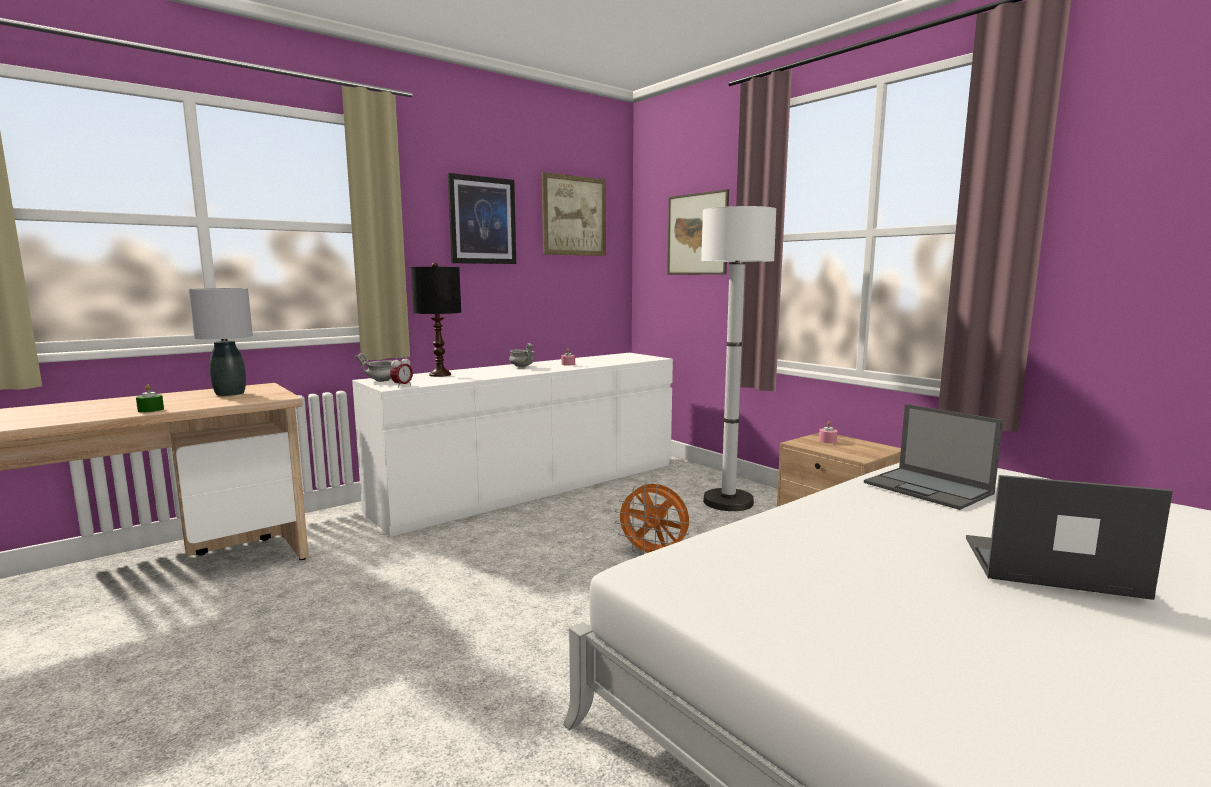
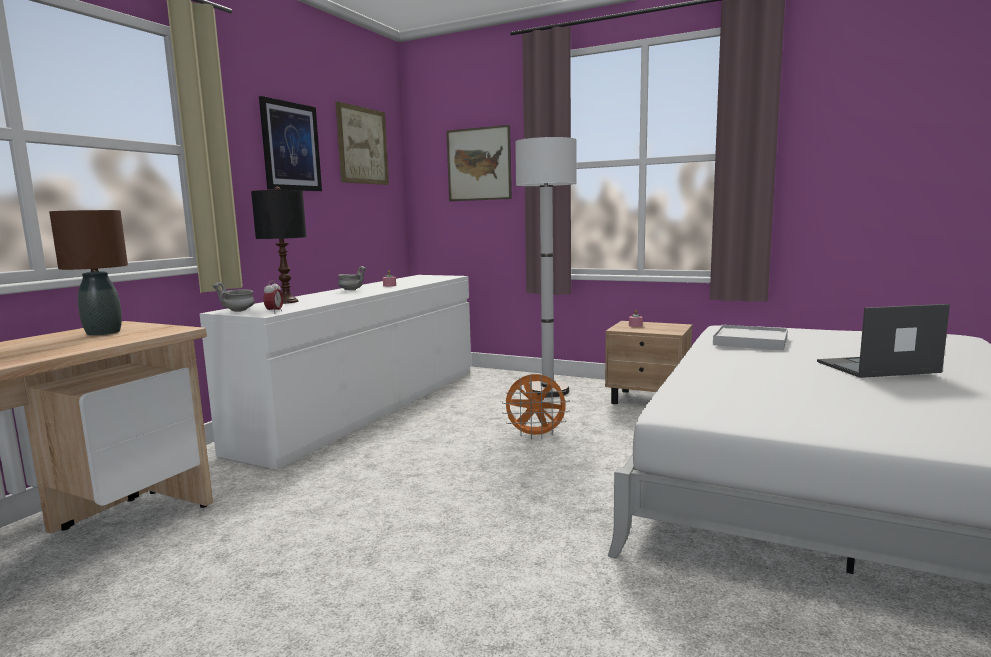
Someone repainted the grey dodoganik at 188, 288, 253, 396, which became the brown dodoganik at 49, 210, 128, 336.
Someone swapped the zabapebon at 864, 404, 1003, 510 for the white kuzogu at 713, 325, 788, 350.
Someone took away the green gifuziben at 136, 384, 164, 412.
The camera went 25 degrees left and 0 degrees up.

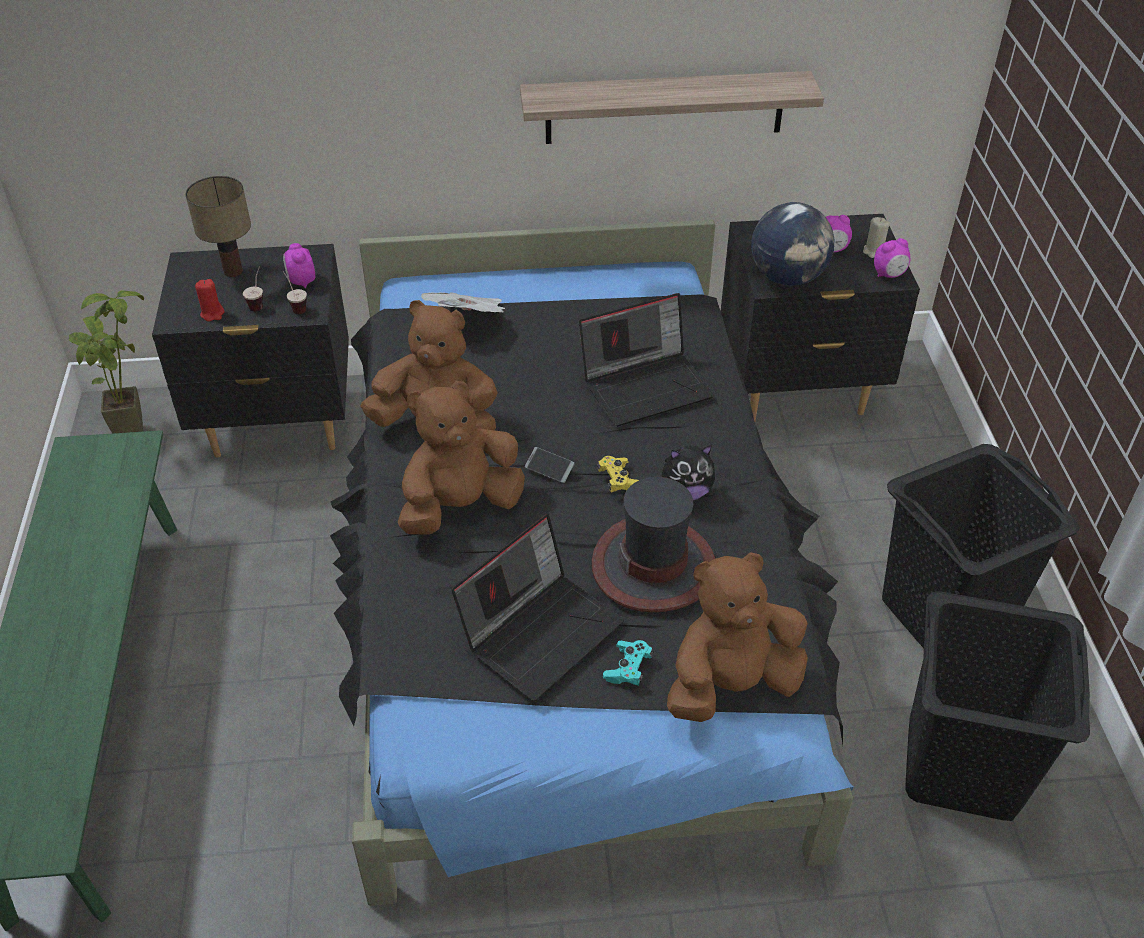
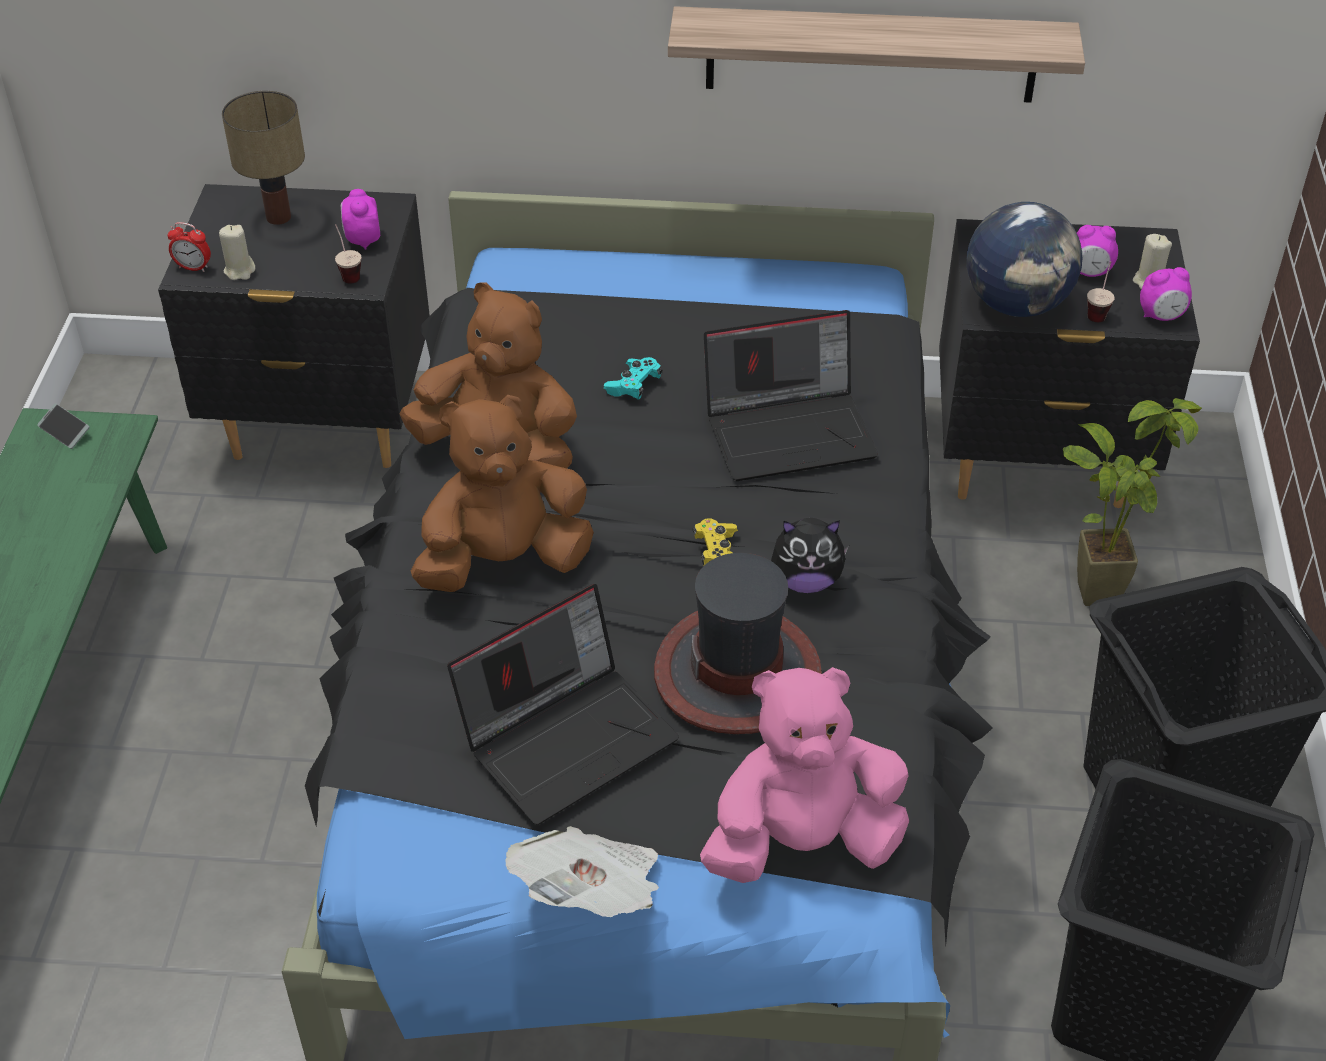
Someone carried the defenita from 525, 447, 575, 483 to 37, 404, 90, 449.
Someone put down the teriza at 168, 222, 211, 272.
Someone repainted the red gifuziben at 195, 279, 224, 321, which became the beige gifuziben at 219, 225, 255, 280.
Someone carried the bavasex from 421, 292, 505, 313 to 505, 826, 659, 917.
Someone carried the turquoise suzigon from 603, 640, 654, 686 to 604, 357, 663, 400.
Someone repainted the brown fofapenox at 667, 552, 808, 722, which became the pink fofapenox at 700, 667, 909, 883.
Someone carried the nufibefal from 69, 290, 144, 434 to 1063, 398, 1202, 606.
Someone carried the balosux from 243, 266, 263, 312 to 1087, 261, 1115, 322.
The camera went 10 degrees right and 0 degrees up.

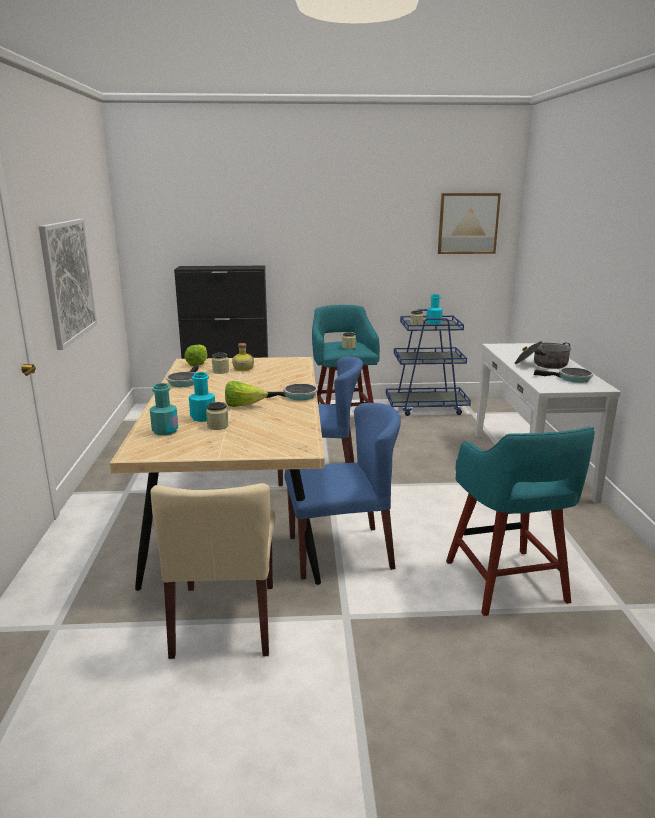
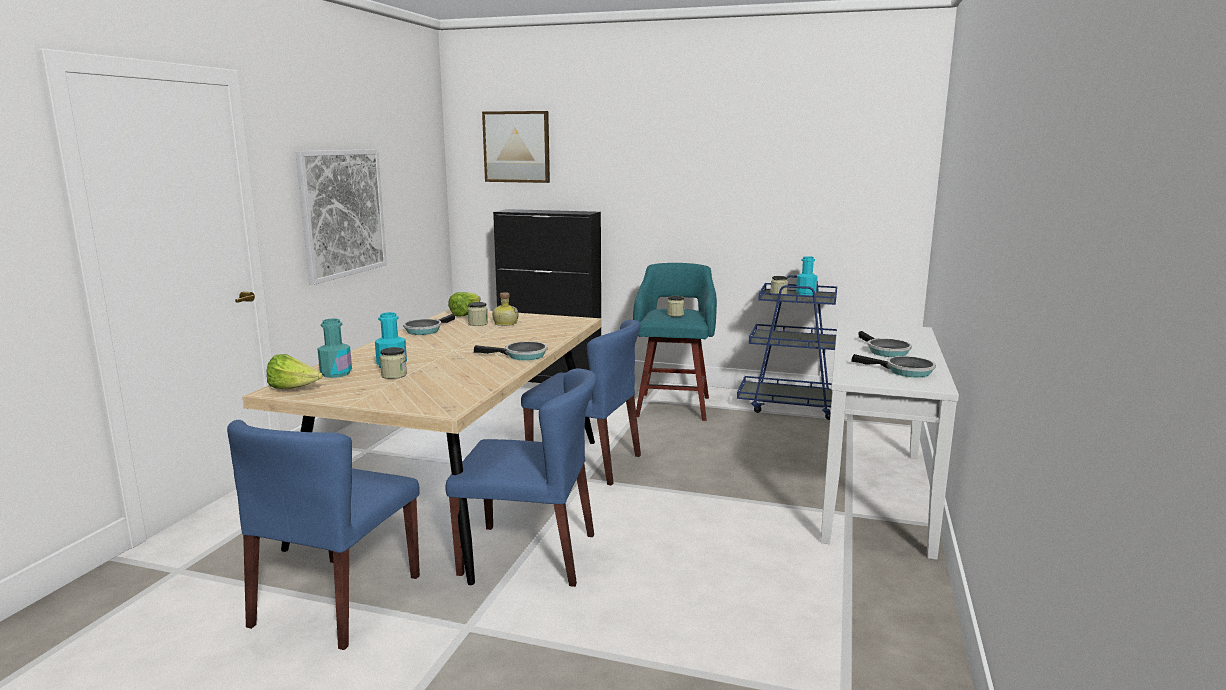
Someone repainted the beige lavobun at 150, 483, 275, 659, which became the blue lavobun at 227, 420, 420, 650.
Someone carried the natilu from 225, 381, 268, 407 to 267, 354, 322, 389.
Someone carried the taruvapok from 438, 193, 501, 254 to 482, 111, 550, 183.
Someone swapped the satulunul at 515, 341, 571, 369 for the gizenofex at 859, 331, 912, 357.
Someone took away the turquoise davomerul at 446, 427, 595, 616.
The camera went 20 degrees right and 5 degrees down.

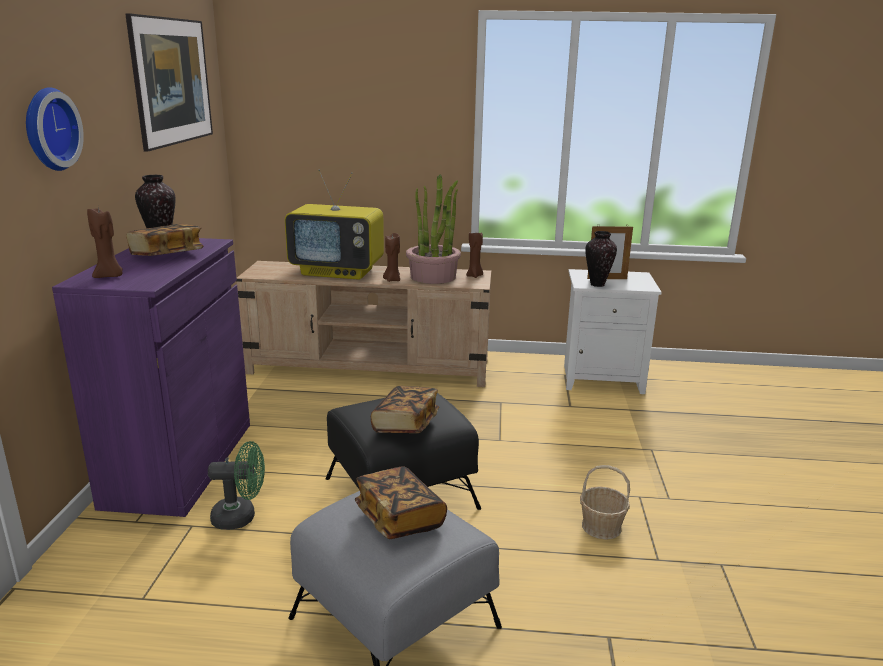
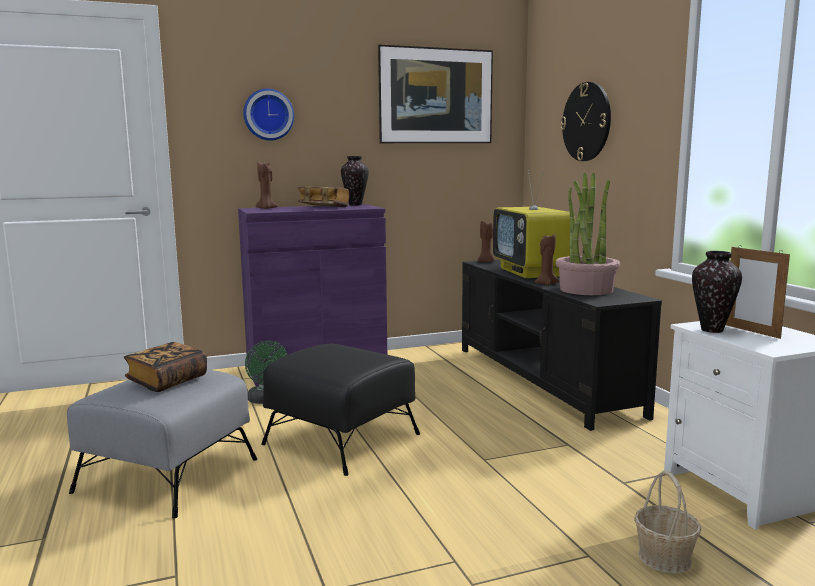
Someone repainted the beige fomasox at 237, 261, 491, 387, which became the black fomasox at 462, 259, 662, 431.
Someone carried the brown gifuziben from 466, 232, 483, 278 to 478, 221, 494, 262.
Someone put up the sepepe at 560, 82, 611, 161.
Someone carried the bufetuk from 580, 465, 630, 540 to 634, 471, 701, 574.
Someone took away the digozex at 371, 386, 439, 433.
The camera went 65 degrees right and 10 degrees down.

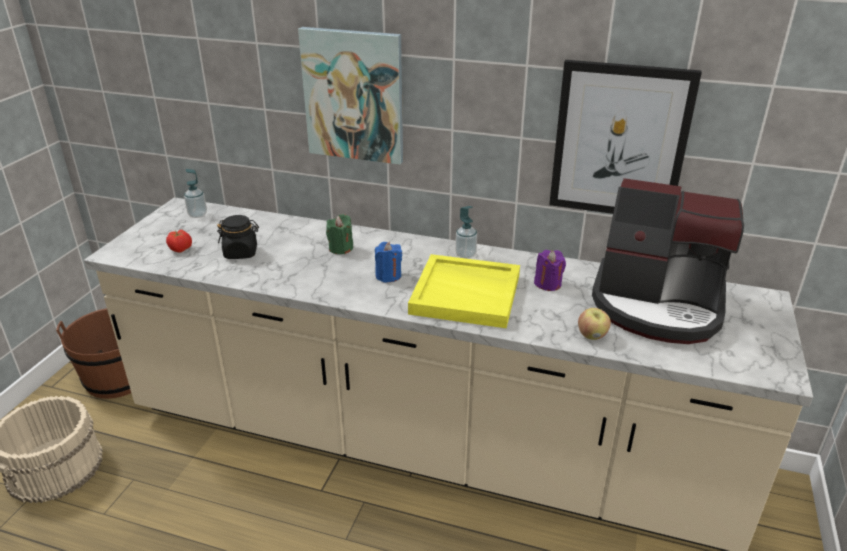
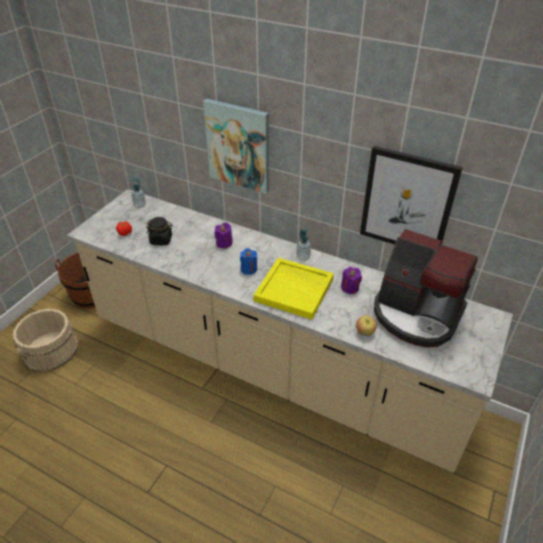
Someone repainted the green gifuziben at 326, 214, 353, 254, which became the purple gifuziben at 214, 222, 233, 249.
The camera went 10 degrees right and 10 degrees up.

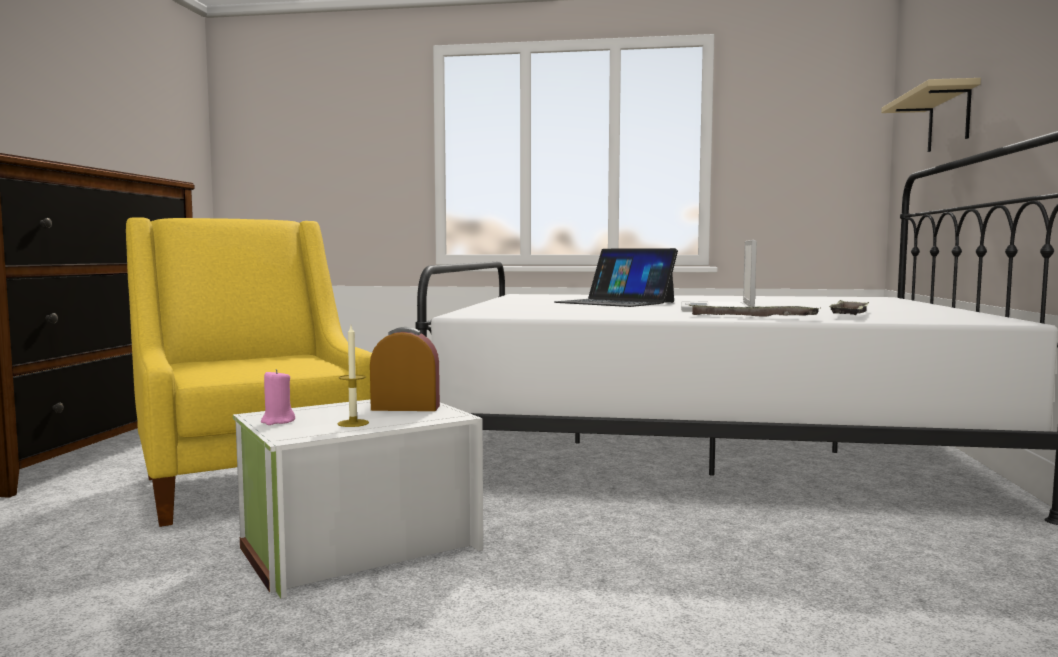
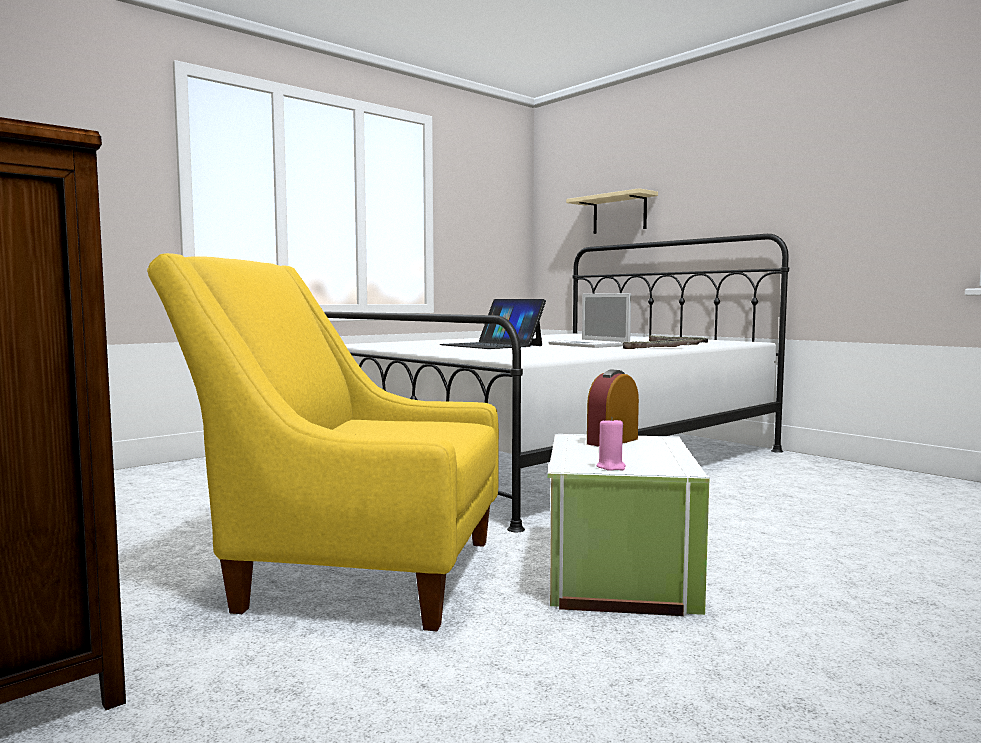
Someone rotated the zabapebon at 554, 248, 678, 307 by 60 degrees clockwise.
Someone took away the gifuziben at 338, 326, 369, 427.
The camera went 50 degrees left and 0 degrees up.

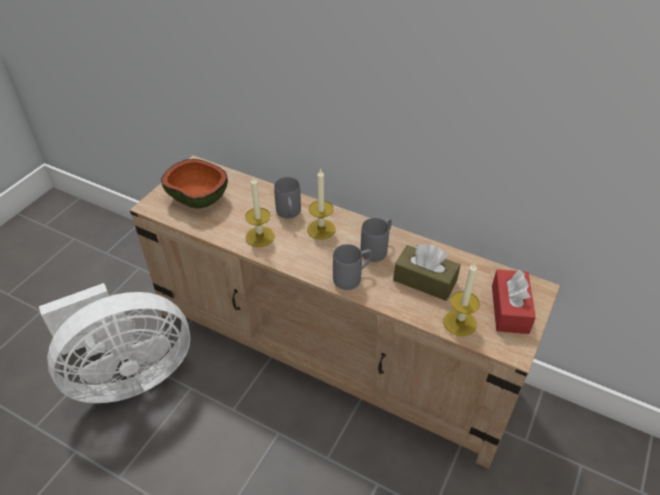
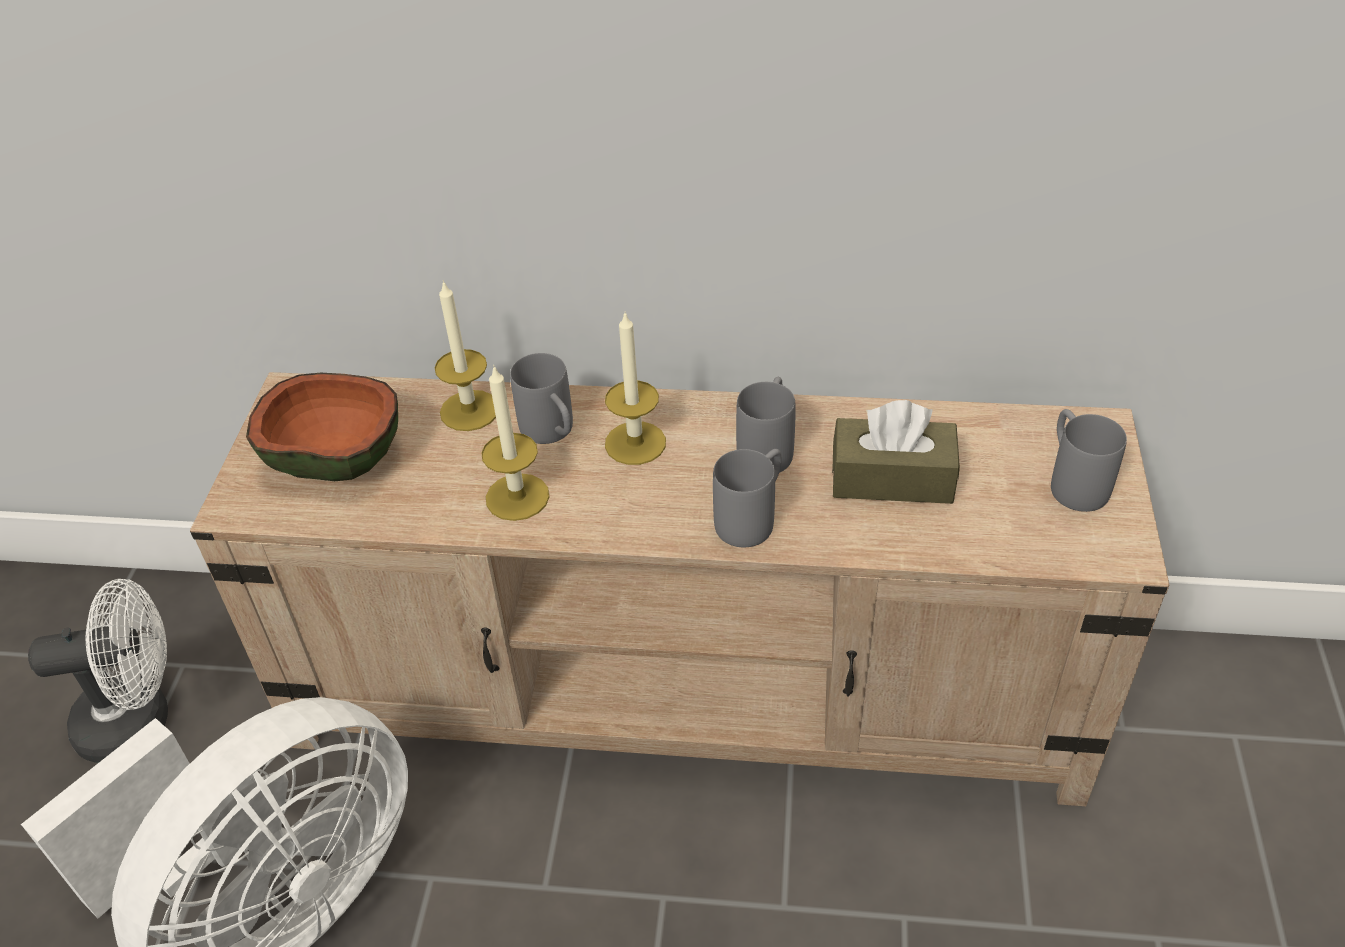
Someone put down the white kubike at 28, 579, 168, 763.
Someone carried the gifuziben from 444, 262, 480, 336 to 434, 280, 496, 431.
Someone swapped the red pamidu at 492, 269, 536, 334 for the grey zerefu at 1051, 409, 1127, 512.
The camera went 20 degrees left and 0 degrees up.

